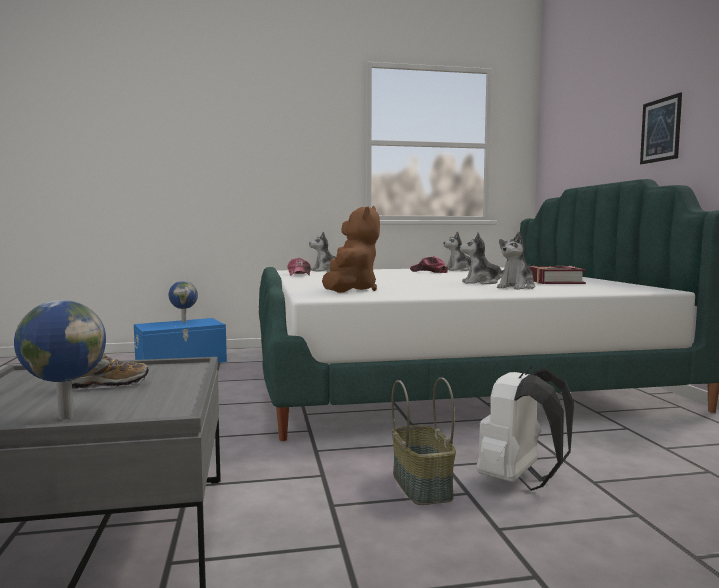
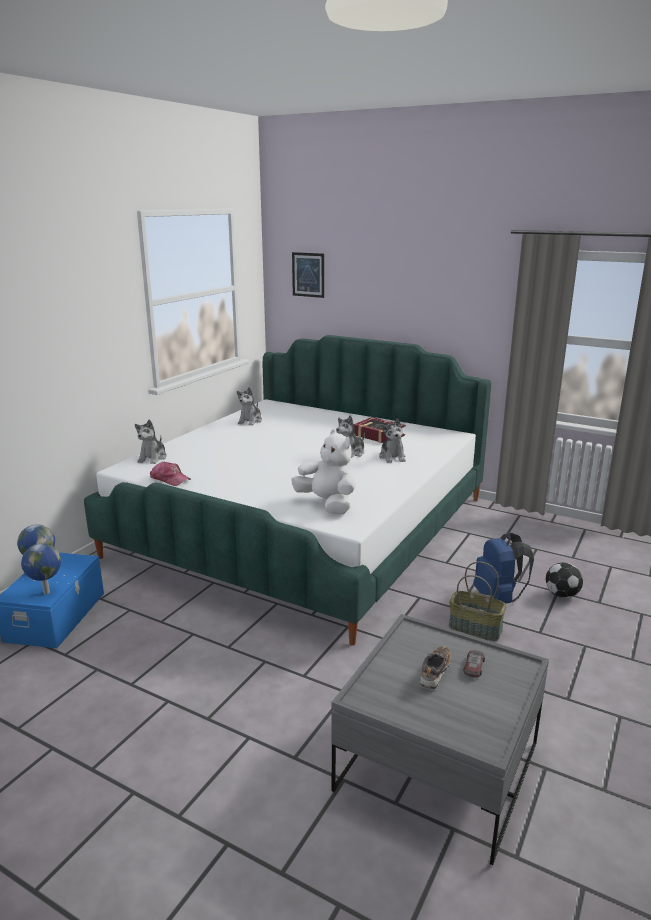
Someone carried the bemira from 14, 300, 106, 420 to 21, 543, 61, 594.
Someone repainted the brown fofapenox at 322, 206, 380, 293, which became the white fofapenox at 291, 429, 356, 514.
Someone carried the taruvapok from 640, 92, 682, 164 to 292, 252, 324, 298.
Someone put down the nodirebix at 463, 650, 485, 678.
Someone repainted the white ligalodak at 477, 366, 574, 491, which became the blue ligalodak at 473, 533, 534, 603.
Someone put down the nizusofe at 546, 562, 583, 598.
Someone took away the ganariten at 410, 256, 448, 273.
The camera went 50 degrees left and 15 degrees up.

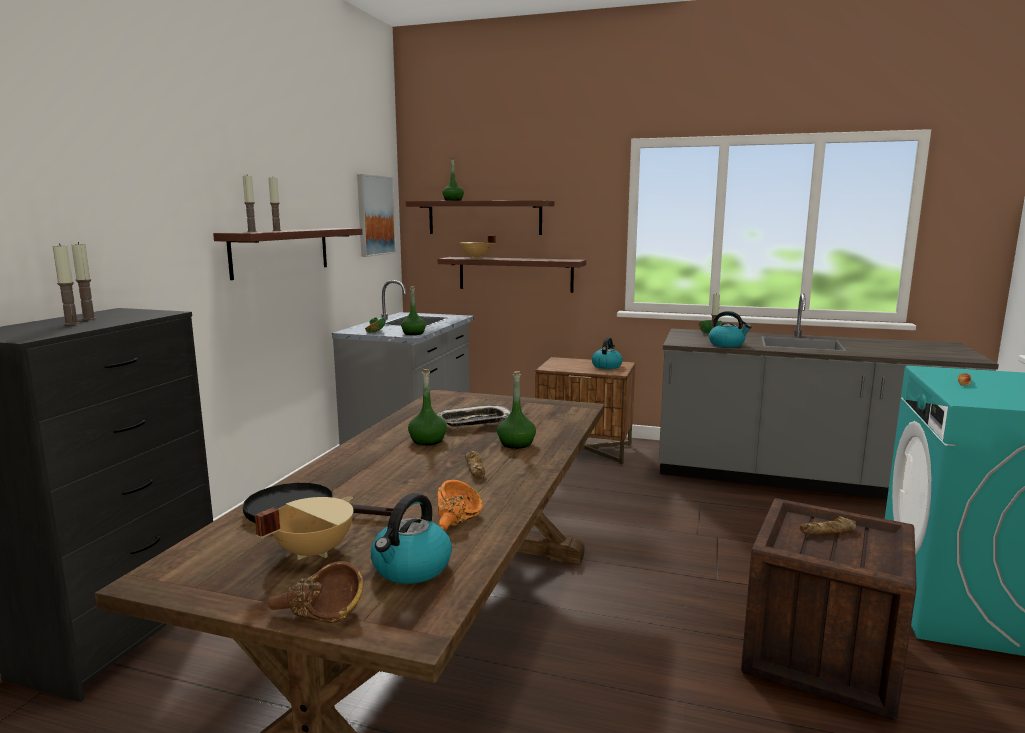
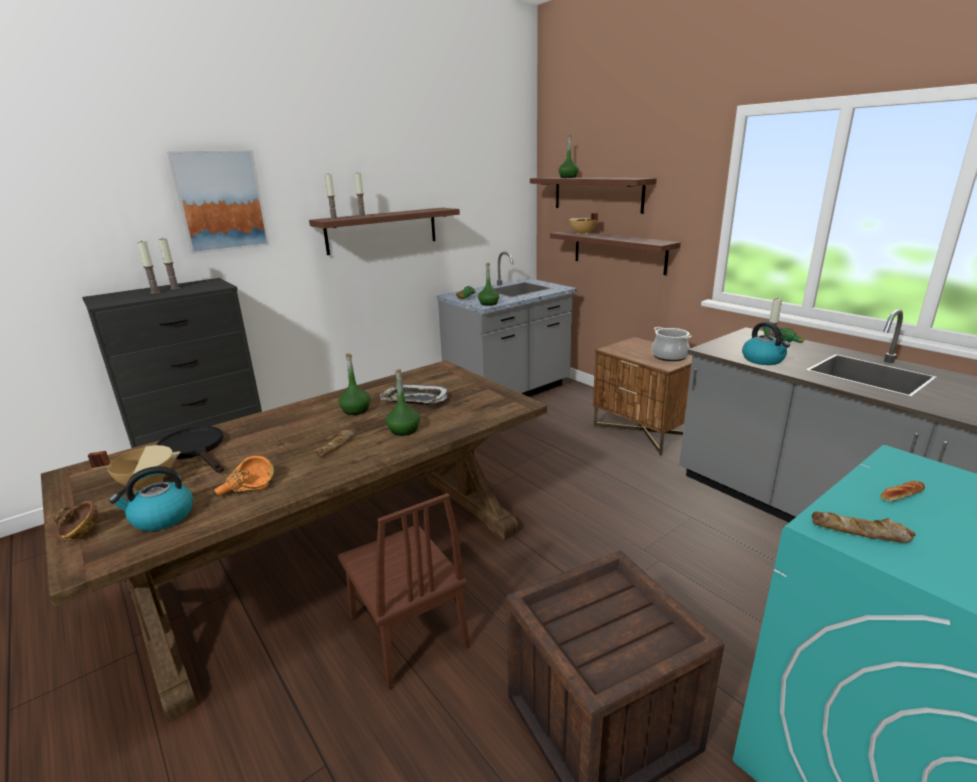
Someone carried the taruvapok from 357, 174, 396, 257 to 167, 150, 270, 254.
Someone put down the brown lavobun at 338, 493, 470, 690.
Someone swapped the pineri at 592, 337, 623, 369 for the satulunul at 652, 327, 692, 361.
Someone carried the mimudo from 800, 516, 856, 534 to 812, 511, 916, 543.
The camera went 35 degrees right and 10 degrees up.

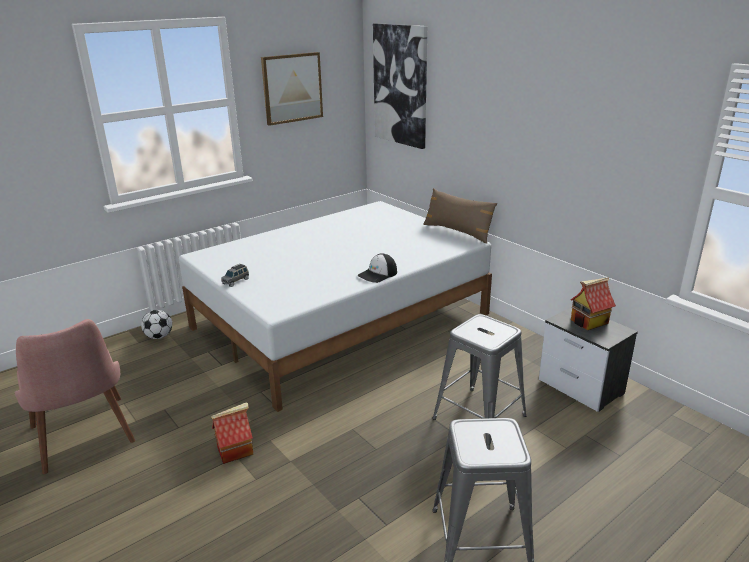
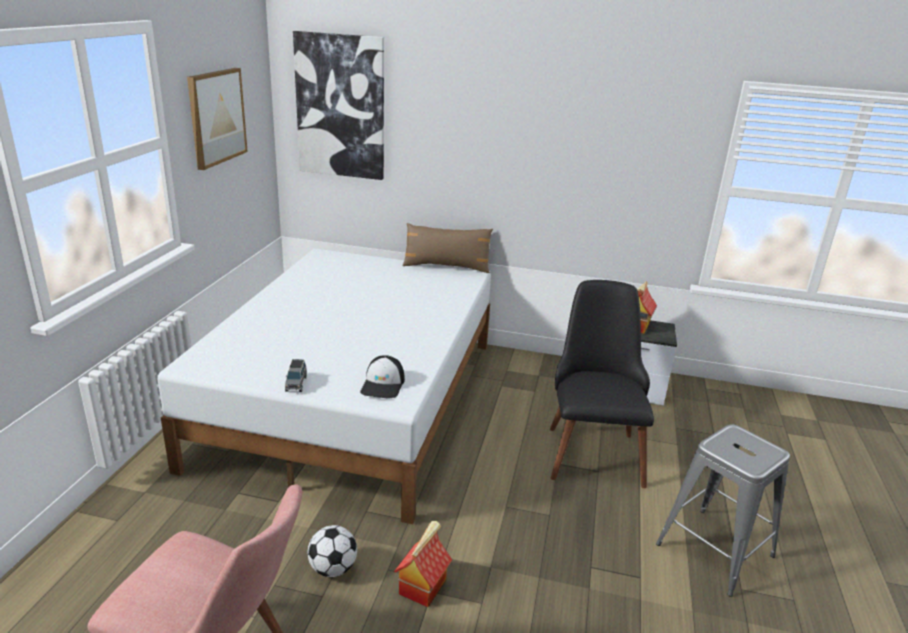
Someone carried the nizusofe from 141, 310, 172, 339 to 307, 525, 357, 577.
Someone carried the ganariten from 358, 253, 397, 283 to 360, 355, 405, 398.
Someone swapped the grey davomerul at 433, 314, 527, 450 for the black lavobun at 550, 280, 654, 488.
The camera went 40 degrees left and 0 degrees up.

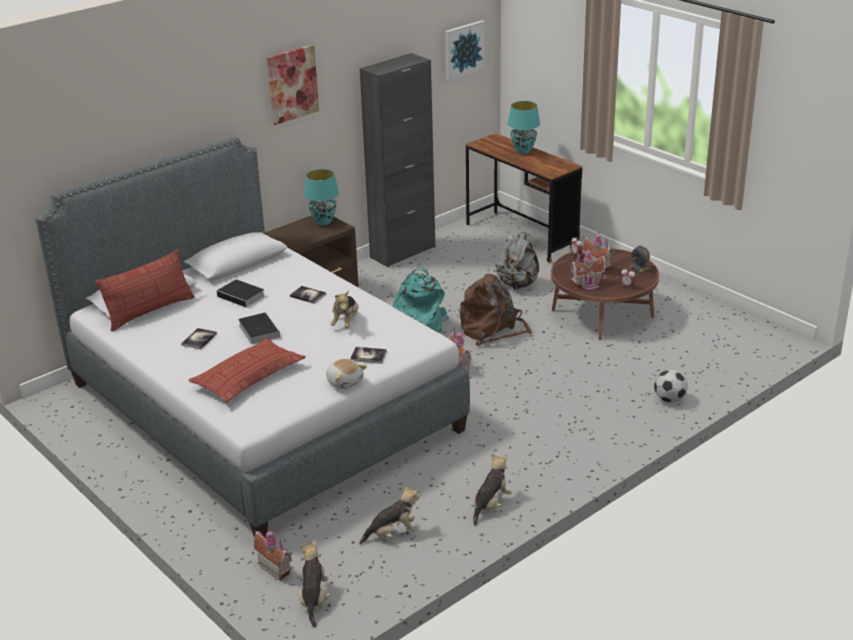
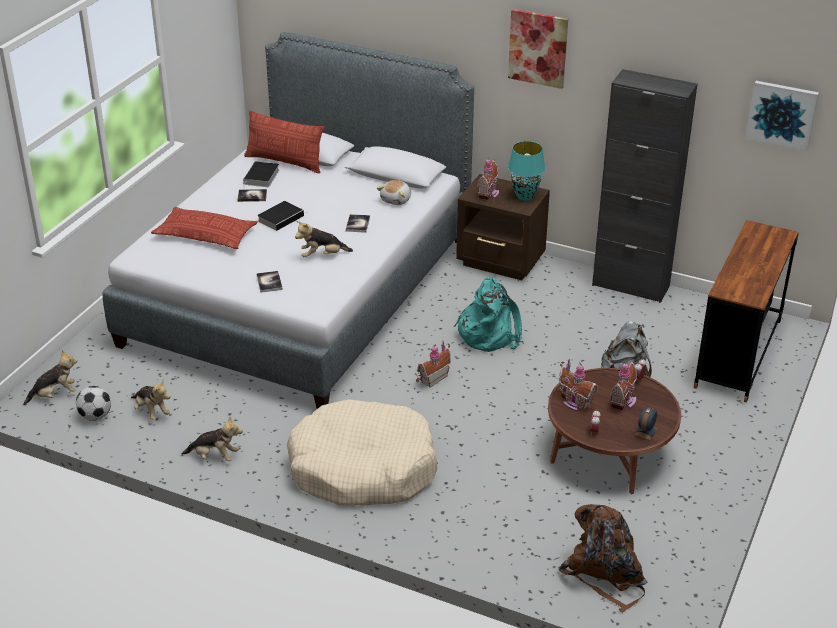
Someone carried the nizusofe from 654, 370, 688, 403 to 76, 386, 111, 421.
Someone carried the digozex from 217, 279, 265, 309 to 243, 161, 279, 188.
Someone put down the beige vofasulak at 287, 399, 437, 506.
Someone carried the fofapenox from 326, 359, 367, 389 to 377, 180, 411, 205.
Someone carried the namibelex from 254, 529, 292, 581 to 477, 157, 499, 200.
Someone carried the brown ligalodak from 459, 274, 532, 346 to 558, 504, 647, 613.
Someone took away the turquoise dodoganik at 508, 101, 540, 154.
The camera went 65 degrees right and 5 degrees up.

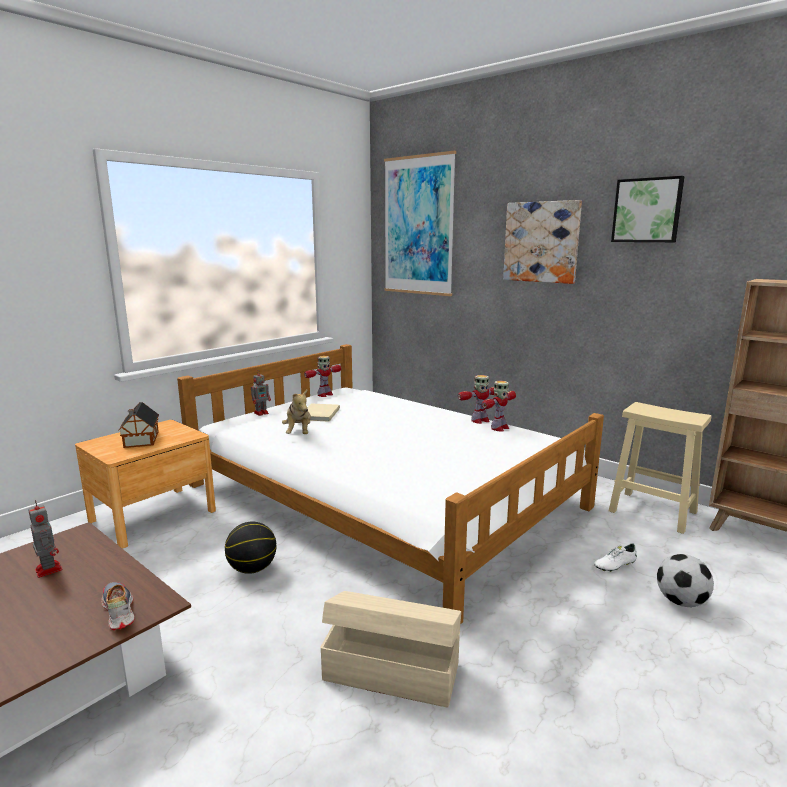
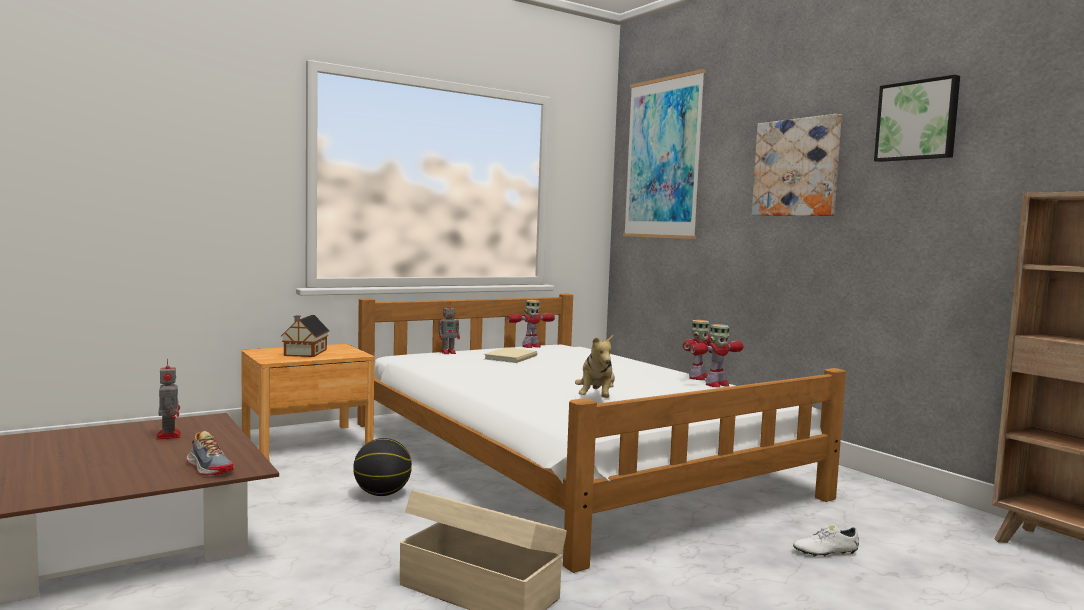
Someone rotated the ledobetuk at 101, 582, 135, 630 by 150 degrees clockwise.
Someone carried the fofapenox from 282, 390, 311, 434 to 575, 334, 615, 398.
Someone rotated the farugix at 458, 375, 494, 424 by 45 degrees counterclockwise.
Someone took away the beige davomerul at 609, 402, 712, 534.
Someone took away the nizusofe at 657, 554, 714, 607.
The camera went 15 degrees right and 10 degrees down.

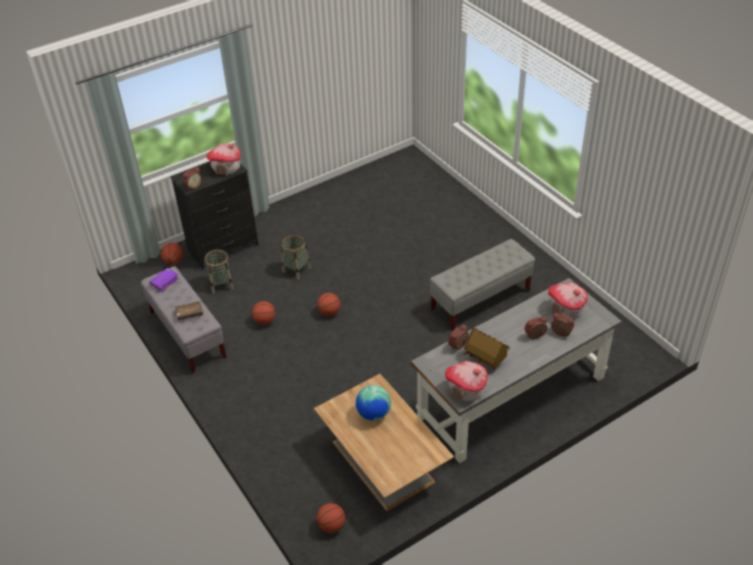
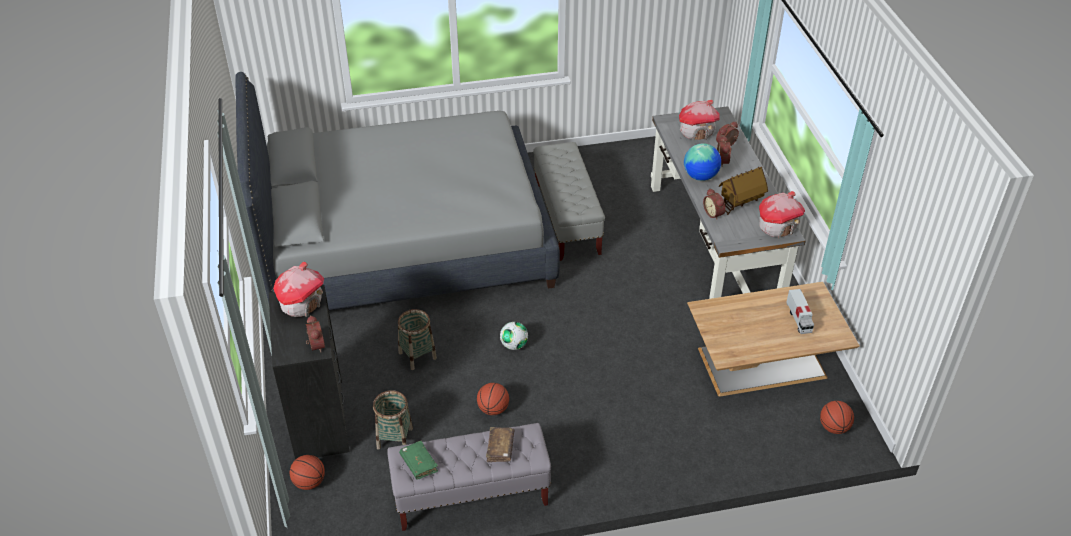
Someone put down the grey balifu at 236, 72, 560, 311.
Someone repainted the purple digozex at 149, 268, 179, 292, which became the green digozex at 399, 441, 438, 479.
Someone swapped the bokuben at 317, 293, 341, 316 for the nizusofe at 500, 322, 528, 350.
Someone carried the bemira from 356, 385, 391, 421 to 684, 143, 721, 181.
Someone put down the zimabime at 786, 289, 814, 334.
The camera went 70 degrees left and 0 degrees up.

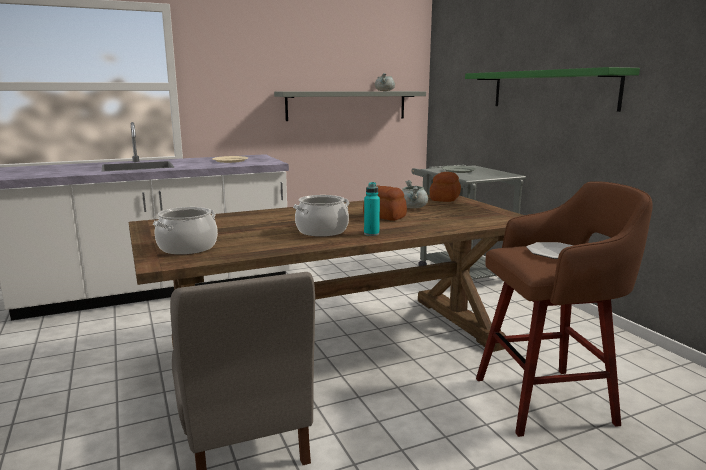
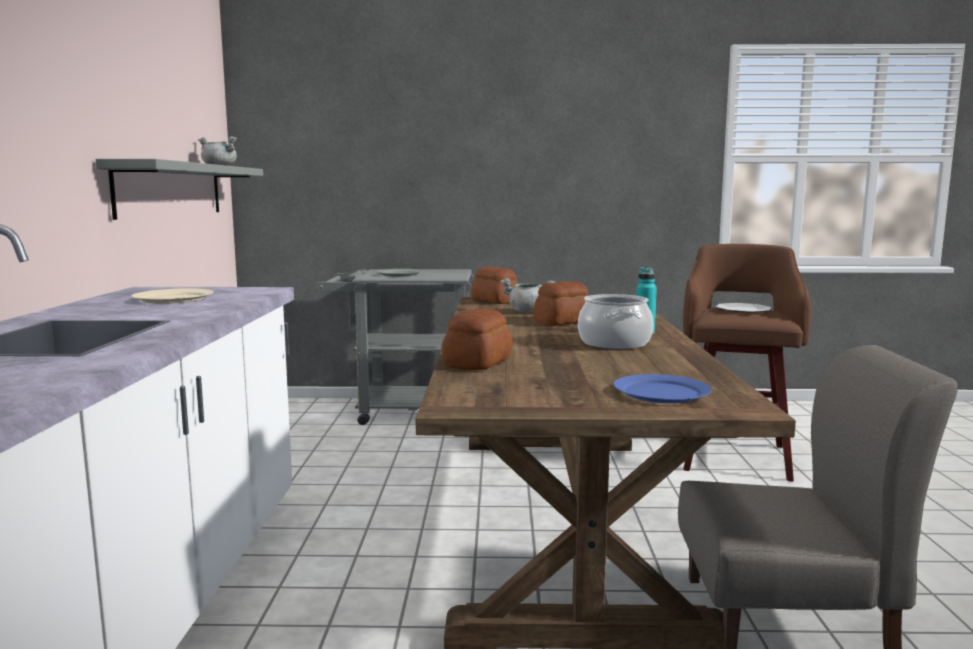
Someone put down the mimudo at 441, 308, 512, 370.
Someone swapped the satulunul at 153, 207, 218, 255 for the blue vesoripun at 613, 374, 712, 403.
Someone took away the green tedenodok at 465, 67, 640, 112.
The camera went 65 degrees left and 5 degrees down.

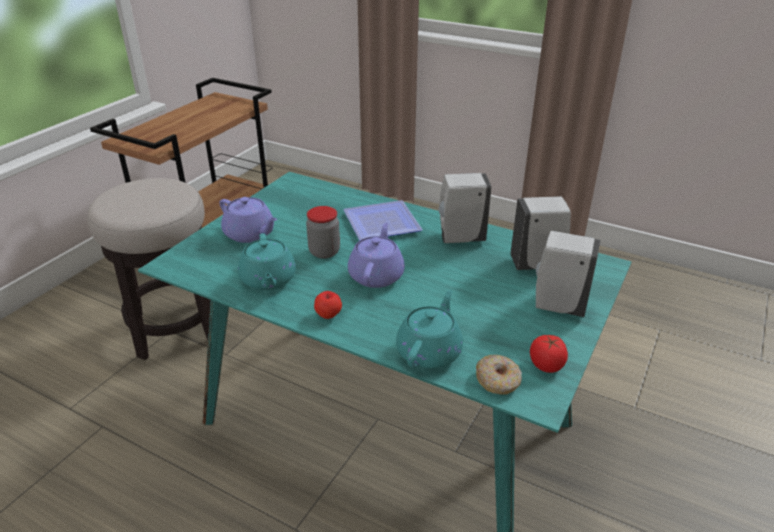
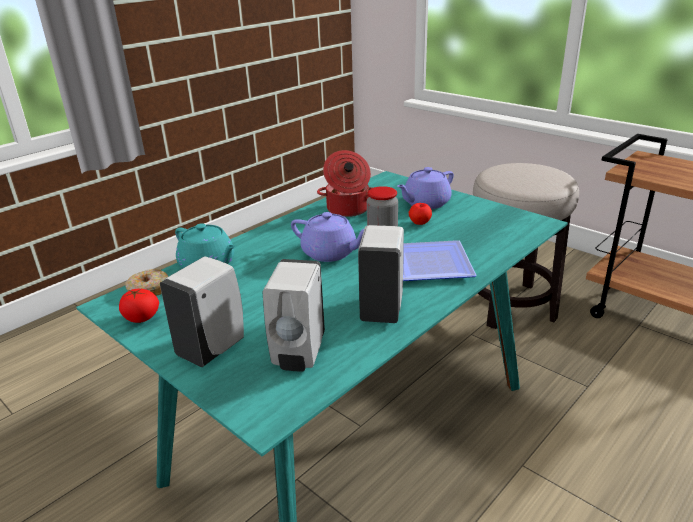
Someone swapped the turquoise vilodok at 238, 233, 296, 291 for the satulunul at 317, 150, 372, 217.
Someone carried the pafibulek from 314, 291, 342, 319 to 409, 203, 432, 225.
The camera went 105 degrees right and 5 degrees down.

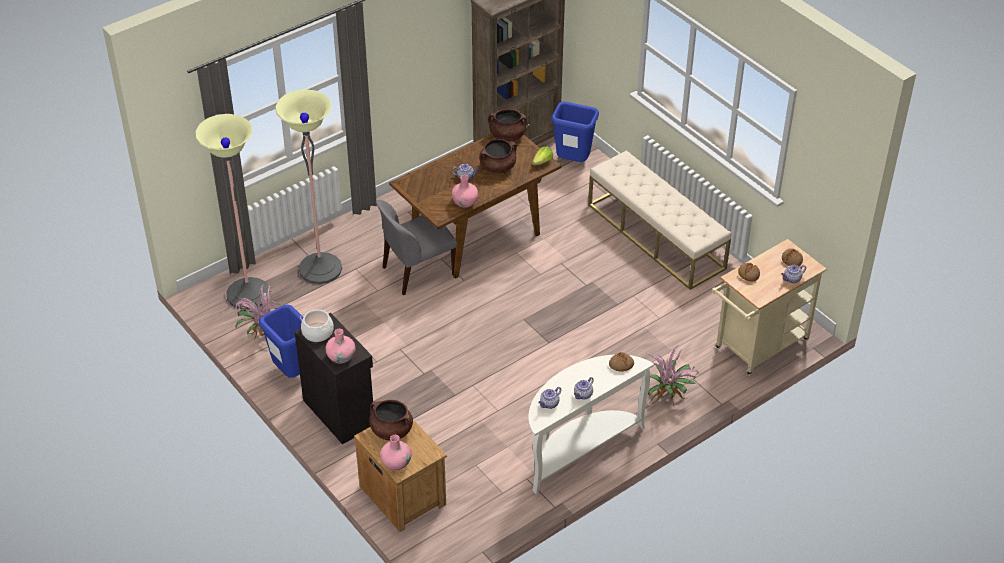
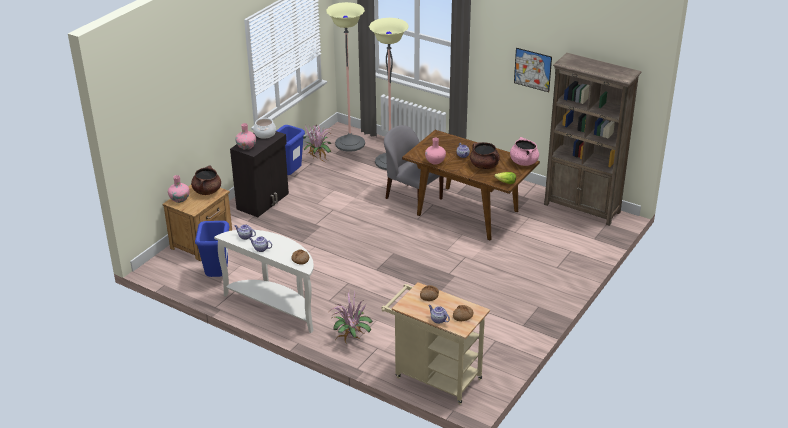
Someone carried the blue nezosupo from 551, 101, 599, 162 to 195, 221, 229, 277.
Someone repainted the brown satulunul at 488, 109, 527, 142, which became the pink satulunul at 510, 137, 539, 166.
Someone put up the taruvapok at 514, 48, 552, 92.
Someone took away the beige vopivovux at 588, 150, 731, 290.
The camera went 70 degrees right and 10 degrees down.

